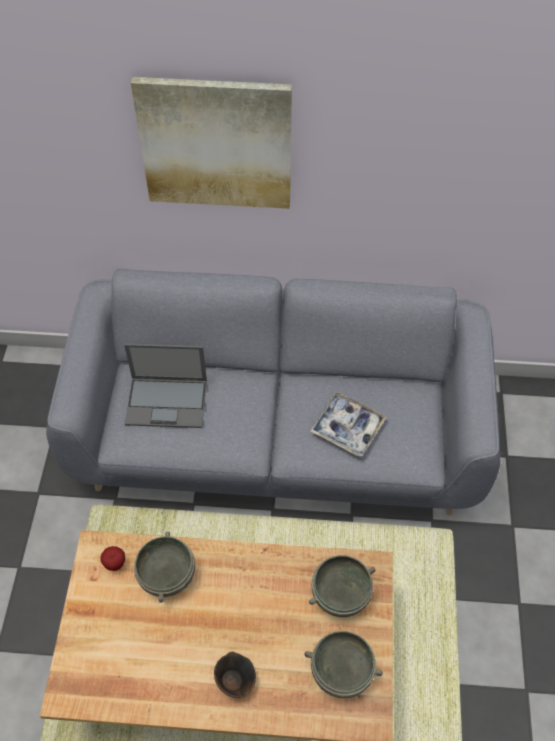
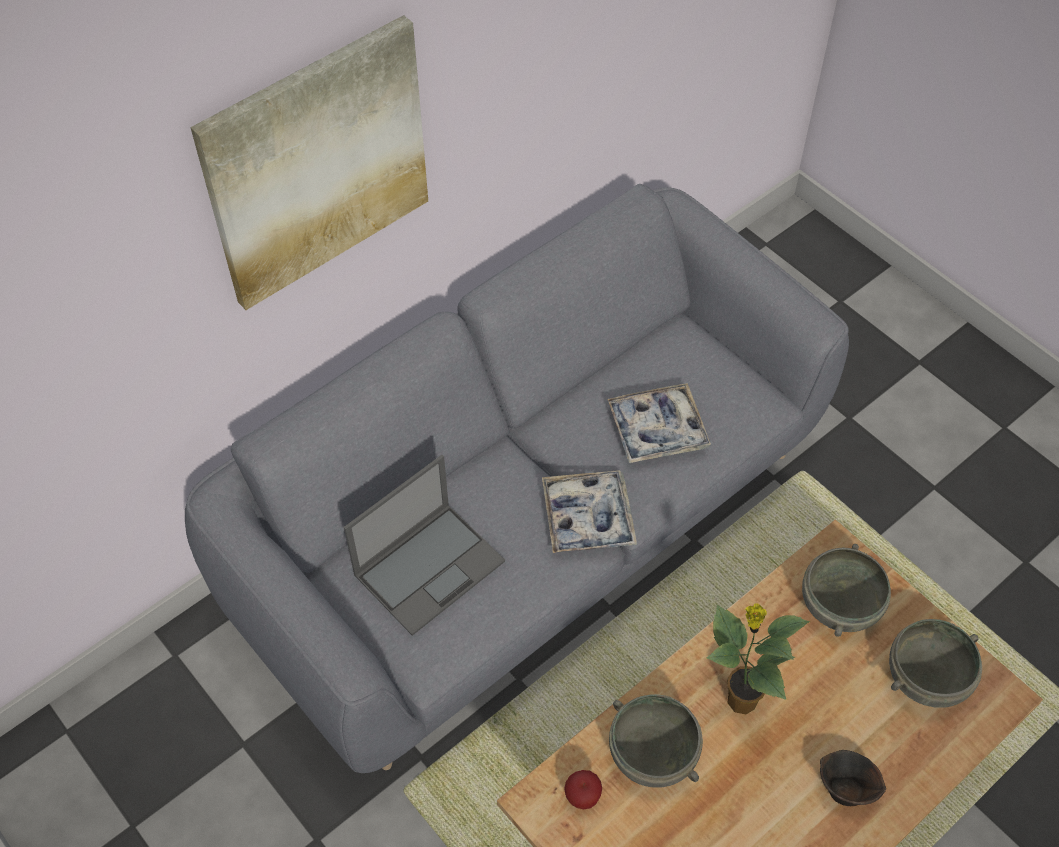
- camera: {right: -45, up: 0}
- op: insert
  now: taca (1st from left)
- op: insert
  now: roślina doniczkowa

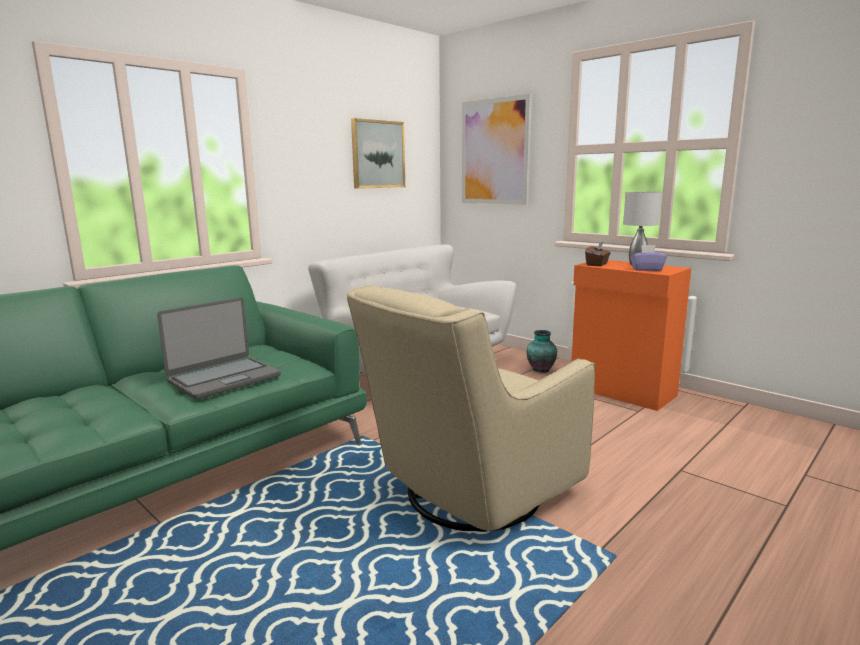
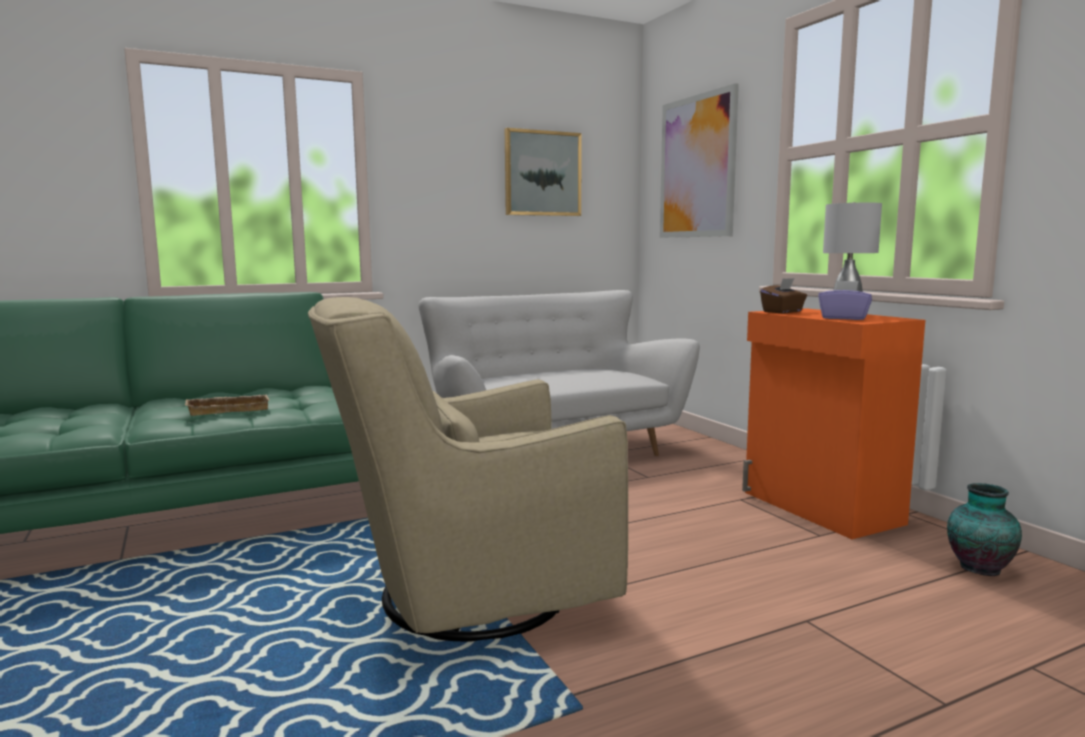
- camera: {right: 20, up: -5}
- op: replace
  was: laptop
  now: taca (beżowy)
- op: move
  was: wazon

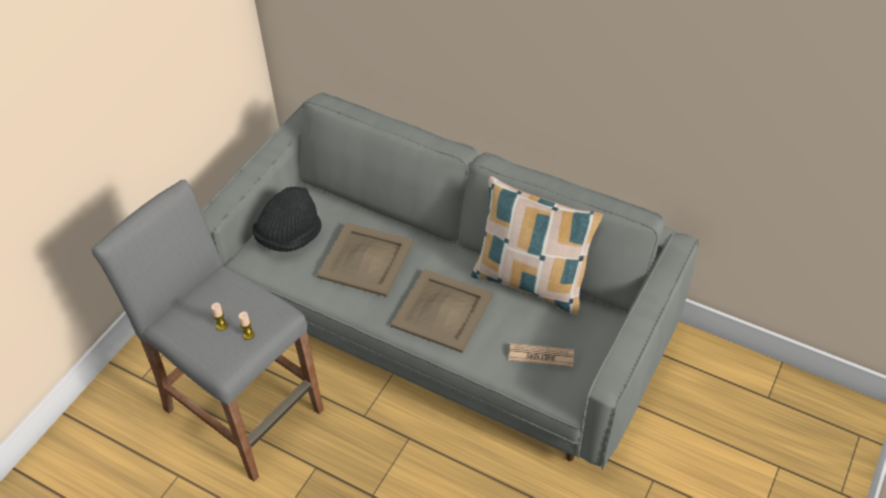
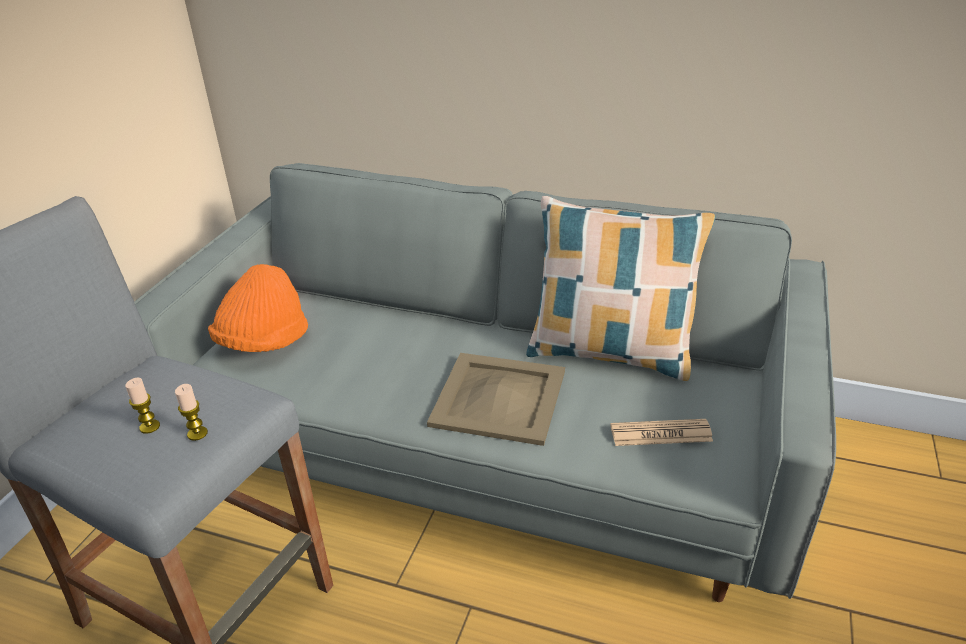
- camera: {right: -10, up: -15}
- op: recolor
  was: kapelusz (czarny)
  now: kapelusz (pomarańczowy)
- op: delete
  was: taca (beżowy) (1st from left)

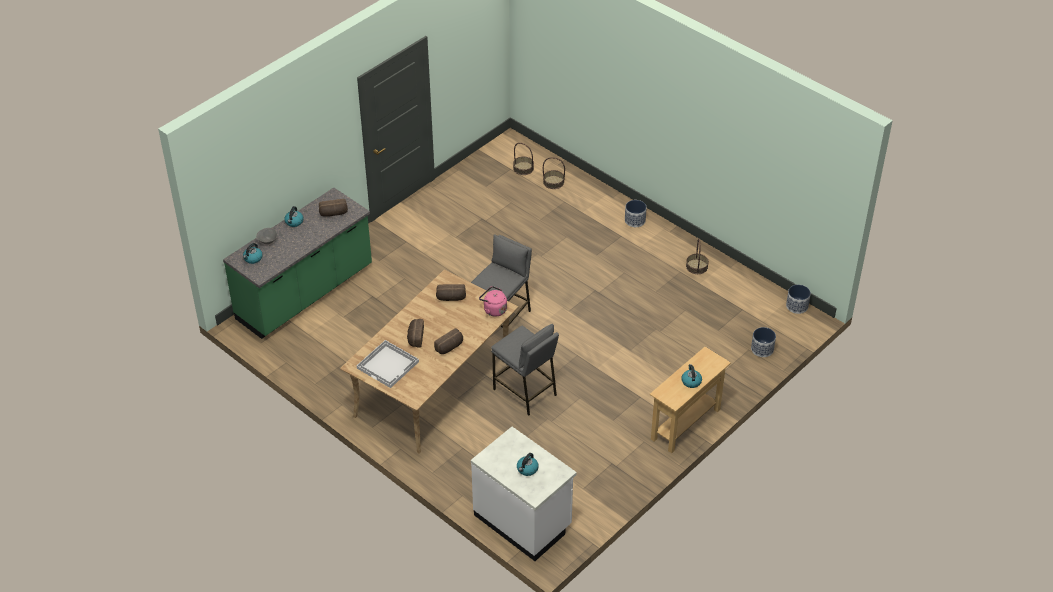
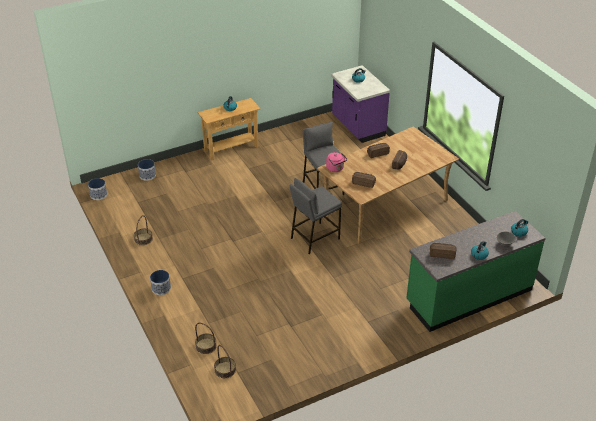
- camera: {right: -160, up: -5}
- op: recolor
  was: zabudowa kuchenna (biały)
  now: zabudowa kuchenna (fioletowy)
- op: delete
  was: taca (biały)

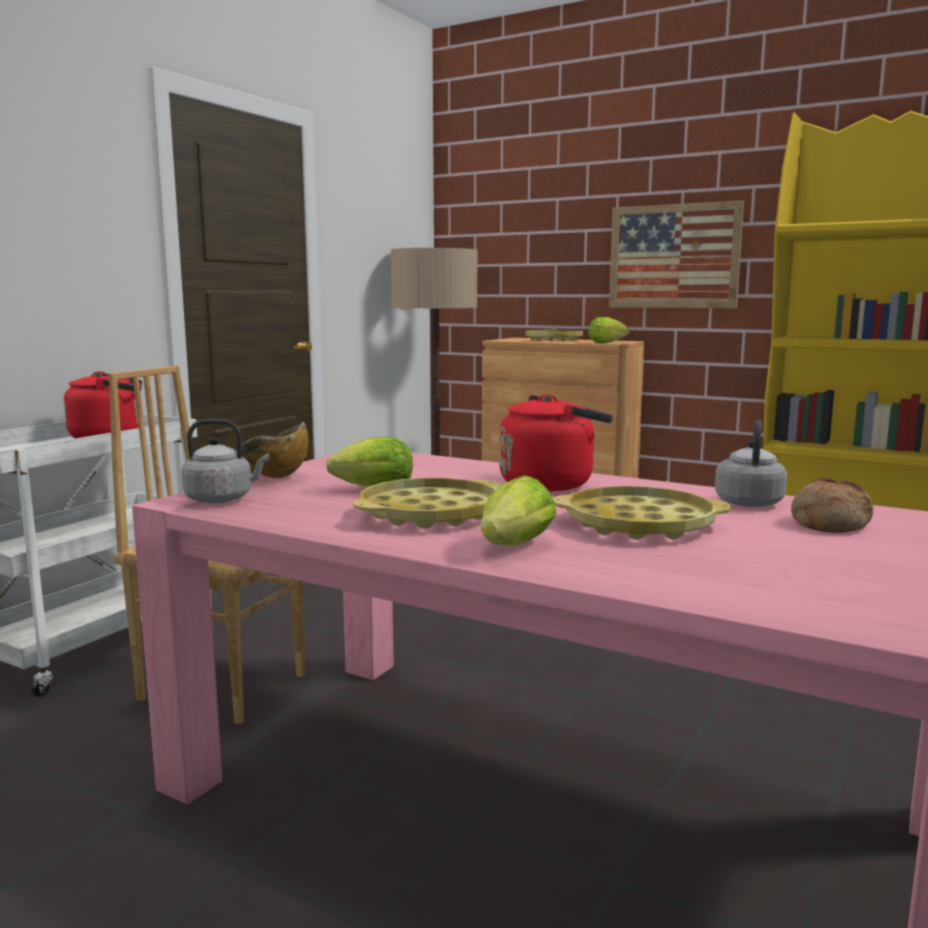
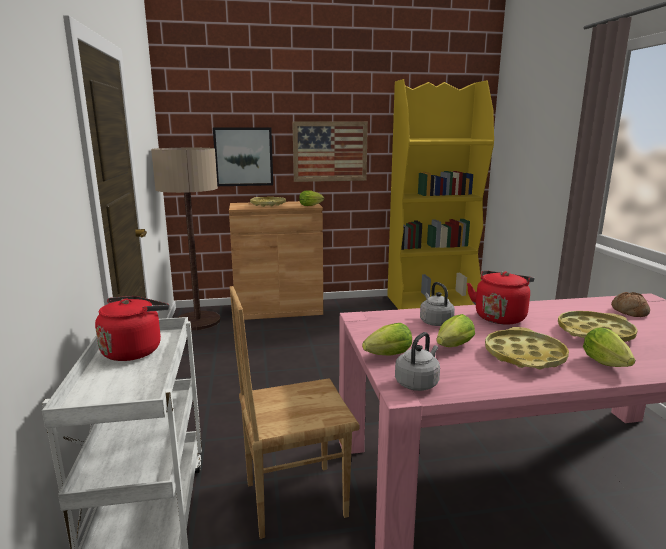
- camera: {right: -40, up: 5}
- op: insert
  now: obraz (1st from left)
- op: replace
  was: miska
  now: sałata (2nd from left)
- op: move
  was: czajnik (szary) (2nd from left)

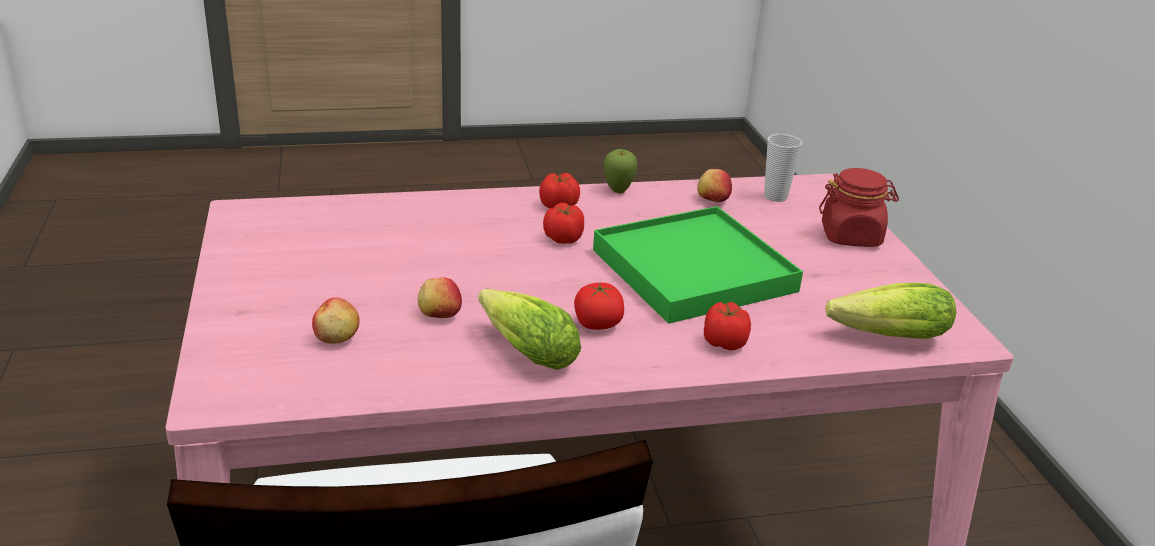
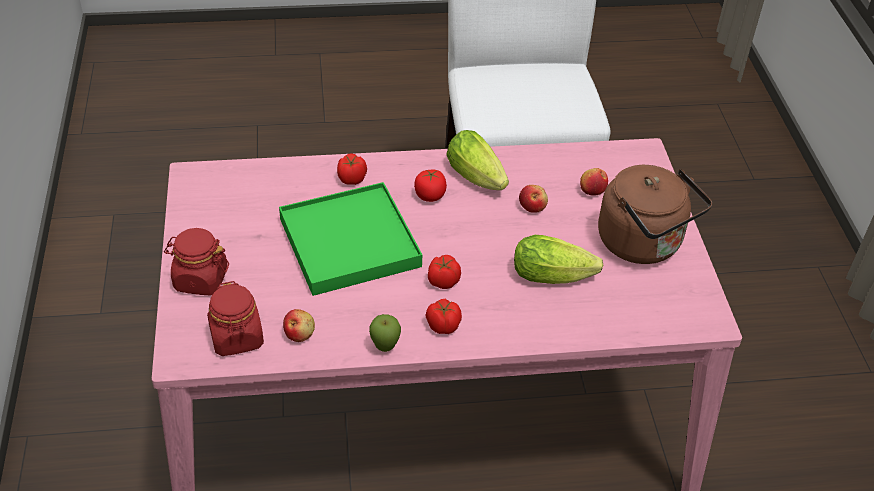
- camera: {right: -175, up: 15}
- op: replace
  was: filiżanka
  now: słoik (czerwony) (2nd from left)
- op: move
  was: sałata (2nd from left)
- op: insert
  now: czajnik (brązowy)

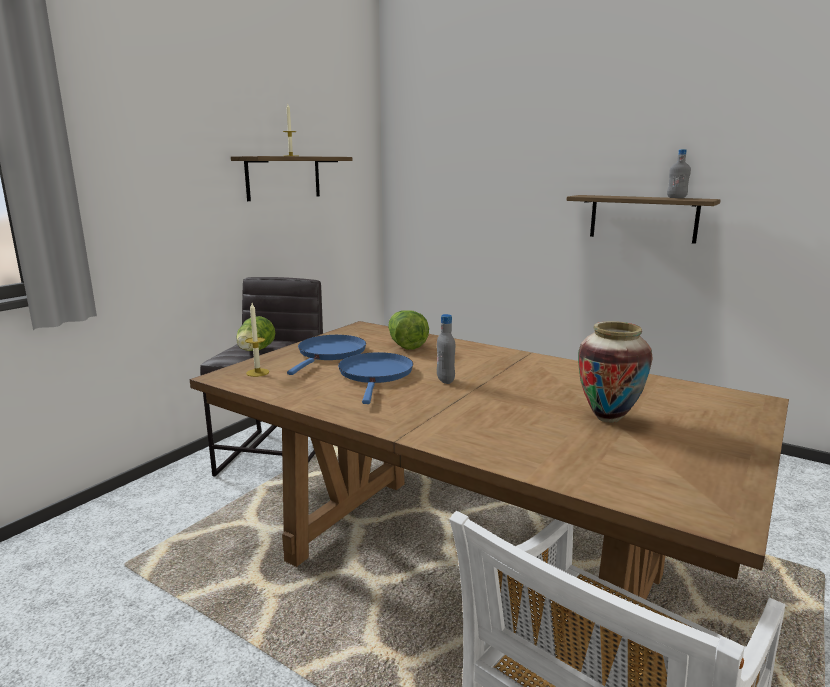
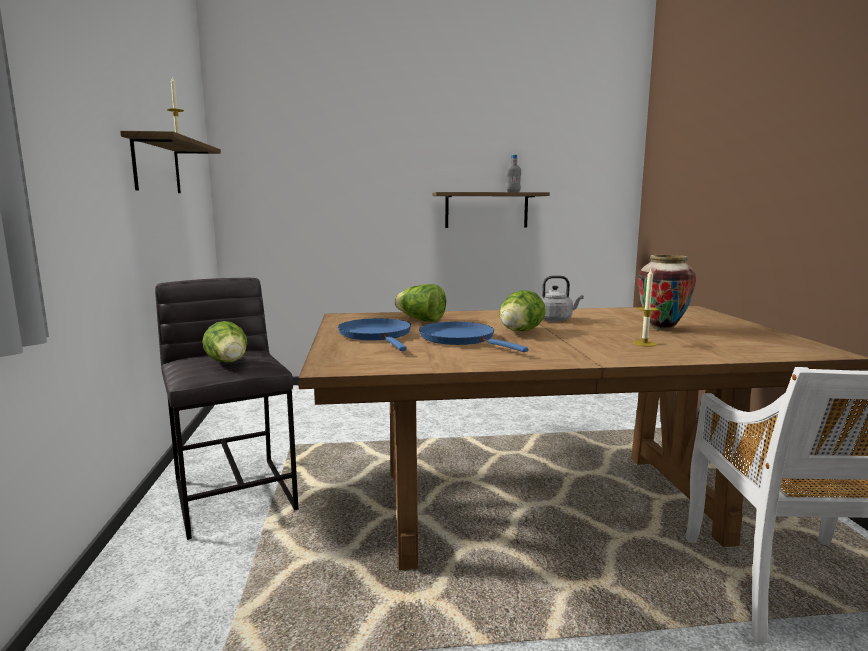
- camera: {right: -40, up: -5}
- op: replace
  was: butelka (szary) (1st from left)
  now: sałata (3rd from left)
- op: insert
  now: czajnik (szary)
- op: move
  was: świeca (1st from left in the first image)
  now: świeca (2nd from left)

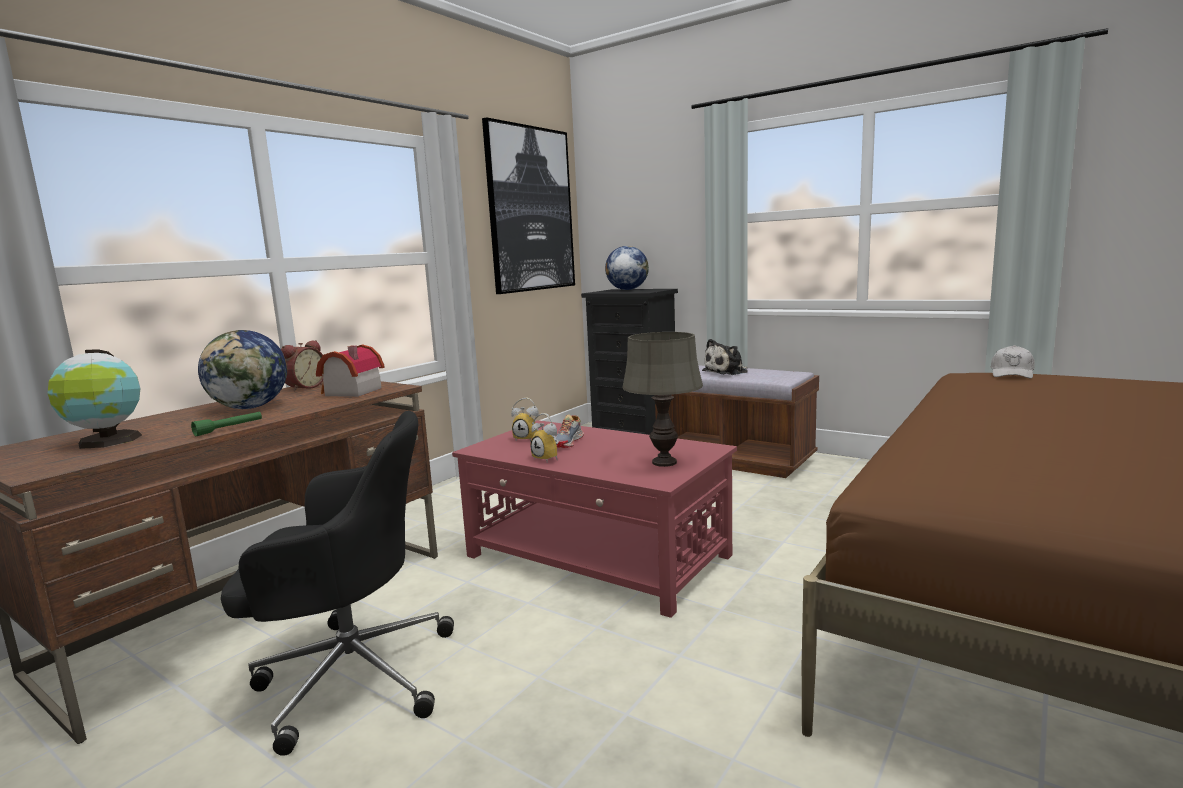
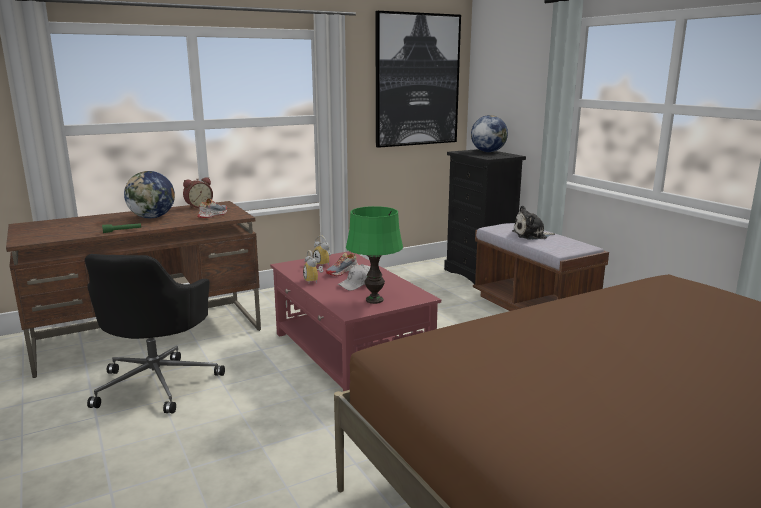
- camera: {right: 25, up: 5}
- op: rotate
  was: krzesło biurowe (czarny)
  clockwise: 75
- op: replace
  was: domek
  now: but (1st from left)
- op: move
  was: czapka z daszkiem (biały)
- op: recolor
  was: lampa stołowa (szary)
  now: lampa stołowa (zielony)
- op: delete
  was: globus (1st from left)

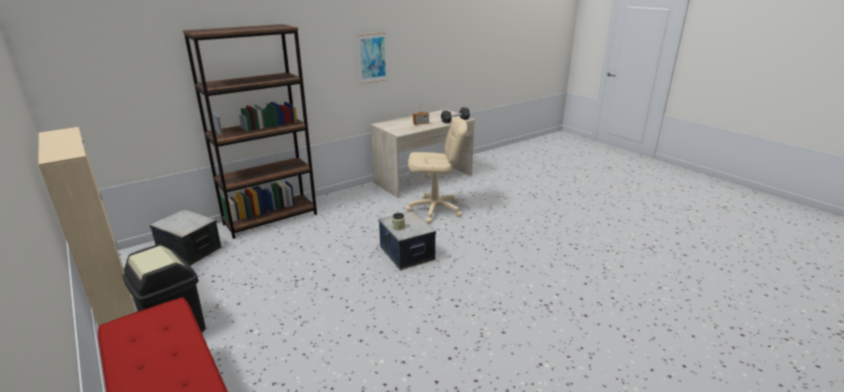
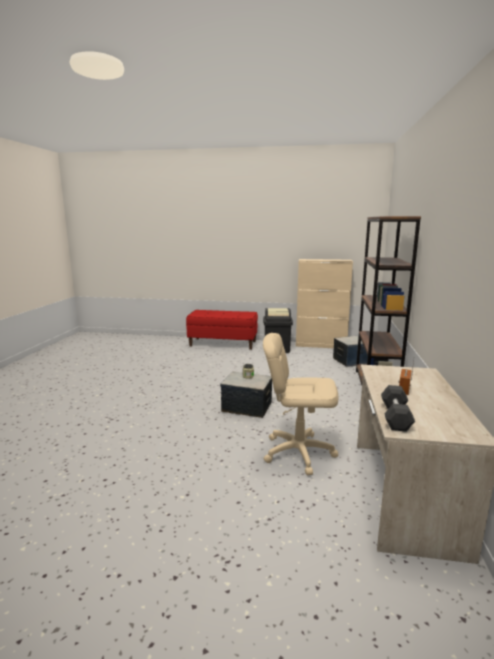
- camera: {right: 135, up: -10}
- op: rotate
  was: krzesło biurowe (beżowy)
  clockwise: 60
- op: delete
  was: obraz

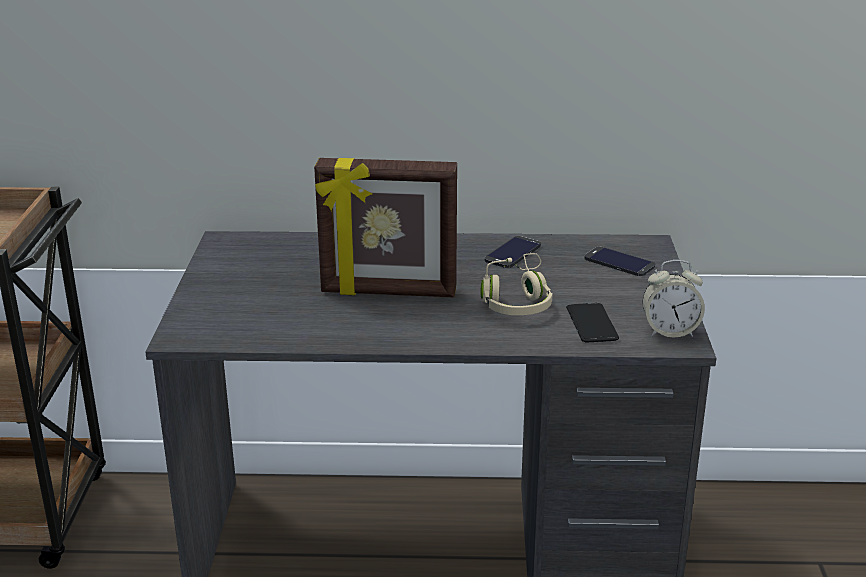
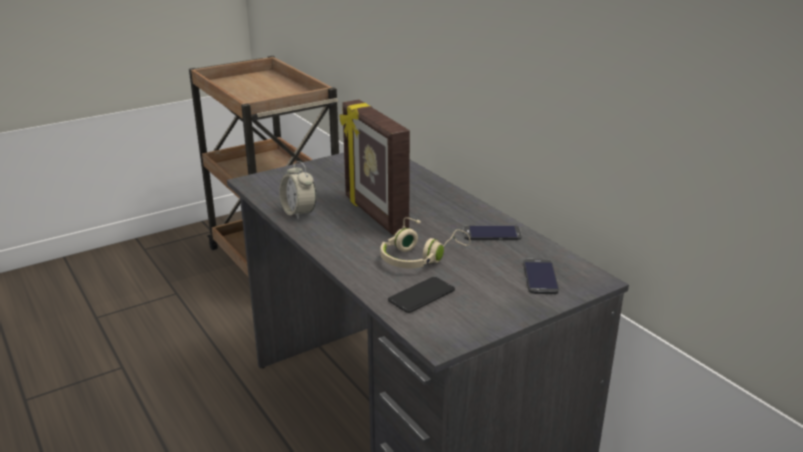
- camera: {right: 55, up: 0}
- op: move
  was: budzik

